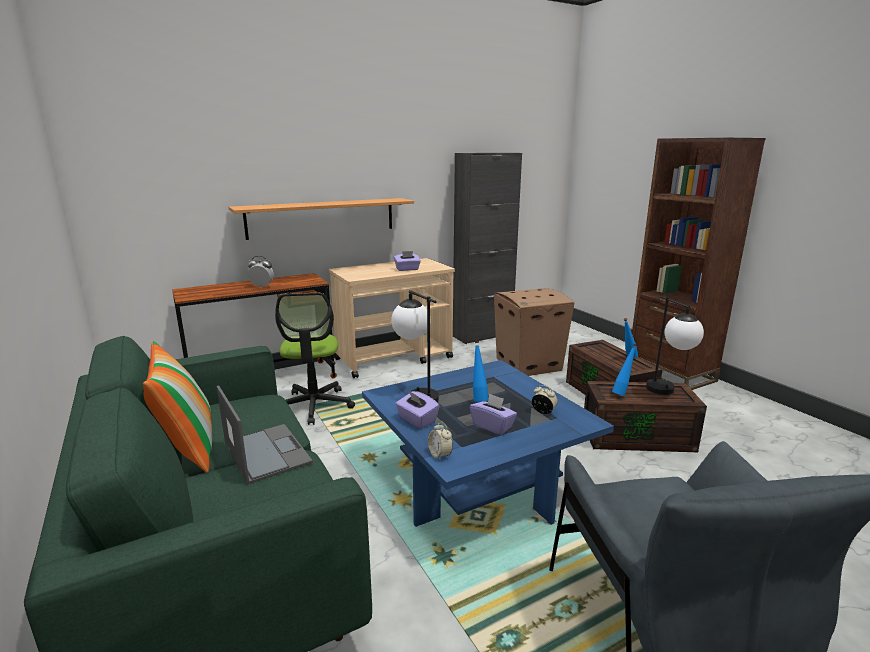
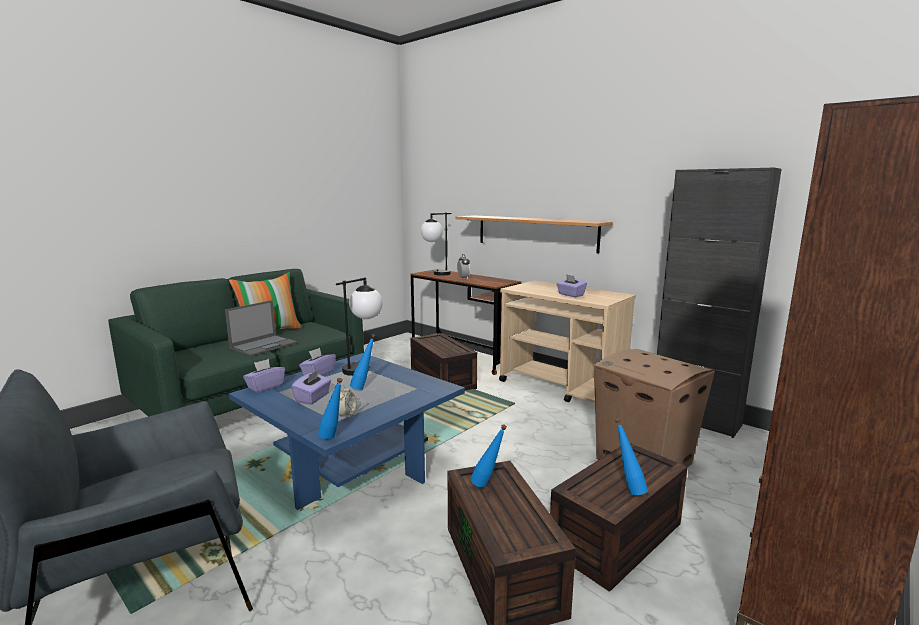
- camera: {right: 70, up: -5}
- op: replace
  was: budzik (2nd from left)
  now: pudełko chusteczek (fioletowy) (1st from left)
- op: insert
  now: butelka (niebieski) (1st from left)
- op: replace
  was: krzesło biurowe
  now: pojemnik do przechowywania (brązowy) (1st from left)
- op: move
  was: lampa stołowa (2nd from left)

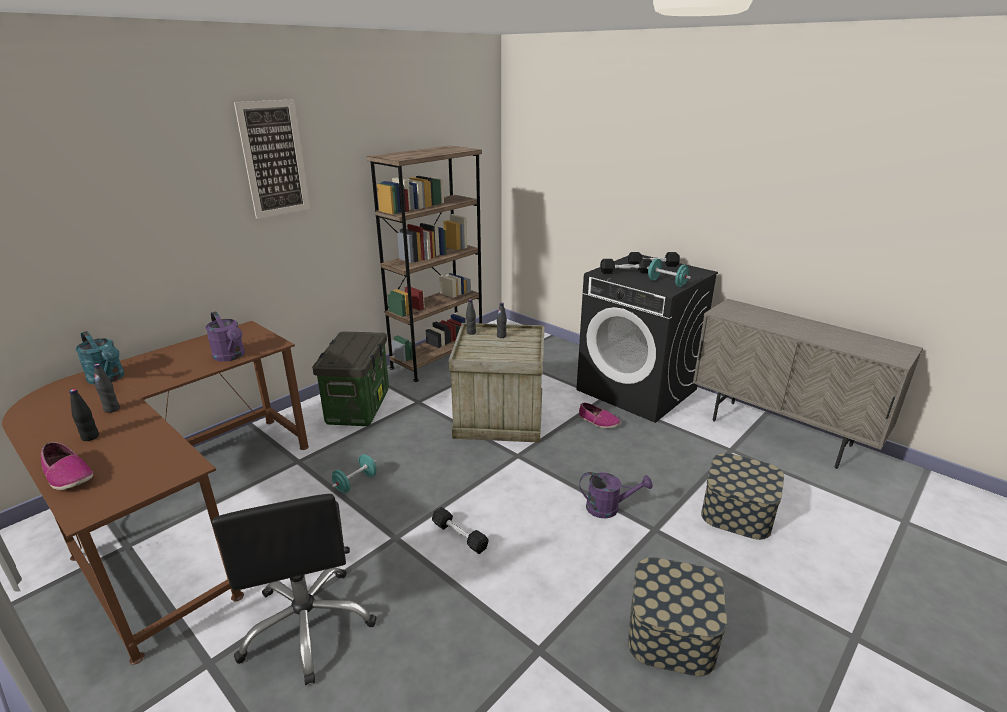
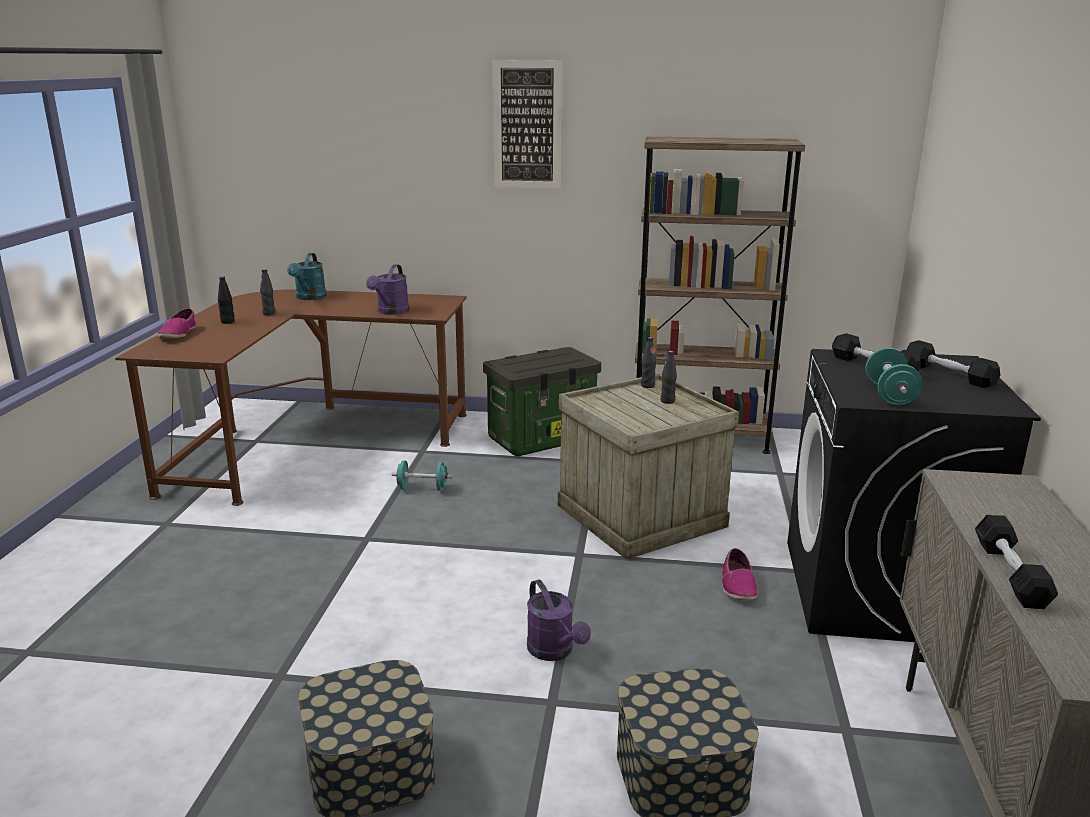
- camera: {right: 55, up: -5}
- op: move
  was: hantel (czarny) (1st from left in the first image)
  now: hantel (czarny) (3rd from left)
- op: delete
  was: krzesło biurowe (czarny)

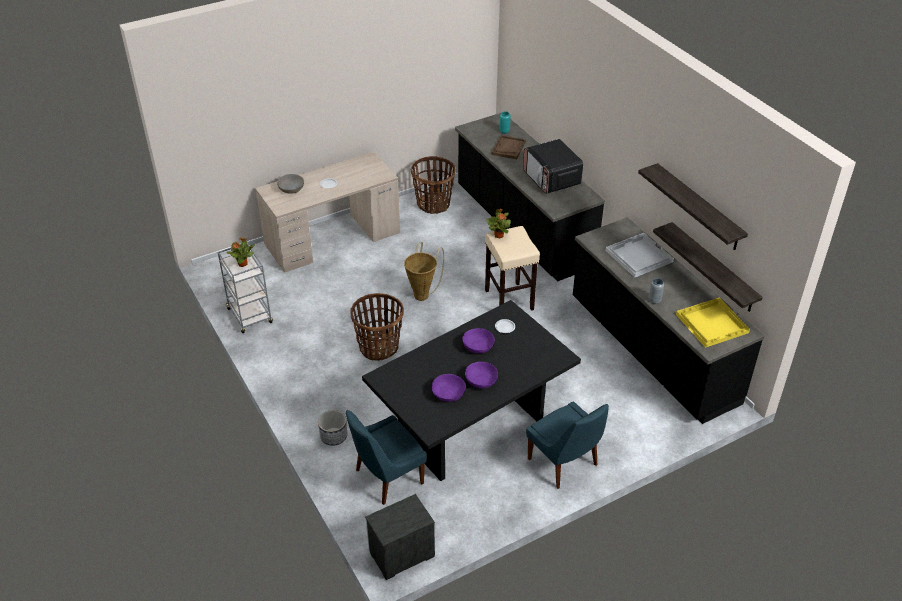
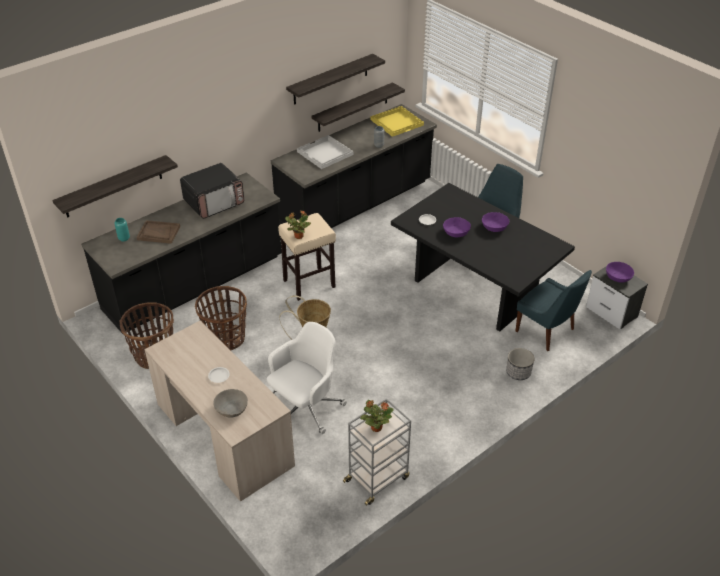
- camera: {right: -100, up: 0}
- op: insert
  now: półka (1st from left)
- op: move
  was: koszyk (1st from left in the first image)
  now: koszyk (2nd from left)
- op: insert
  now: krzesło biurowe (biały)
- op: move
  was: miska (fioletowy) (1st from left in the first image)
  now: miska (fioletowy) (3rd from left)

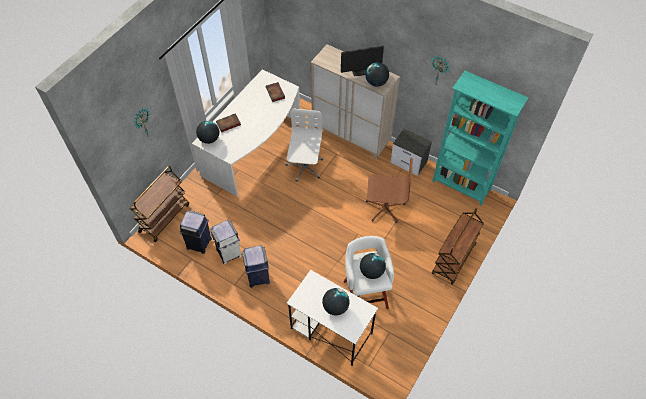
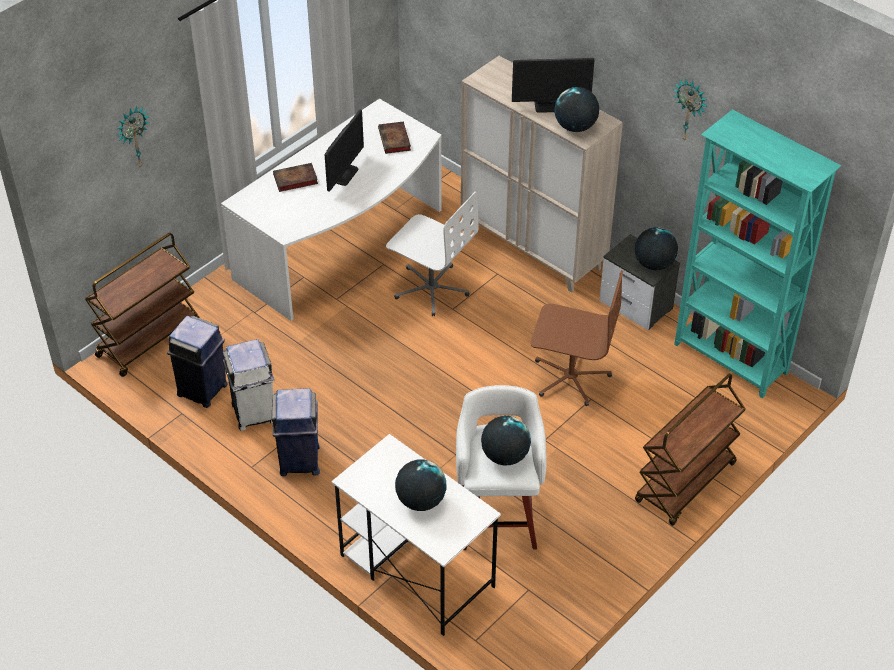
- camera: {right: 10, up: -10}
- op: insert
  now: monitor (1st from left)
- op: rotate
  was: krzesło biurowe (biały)
  clockwise: 105
- op: move
  was: globus (1st from left in the first image)
  now: globus (4th from left)

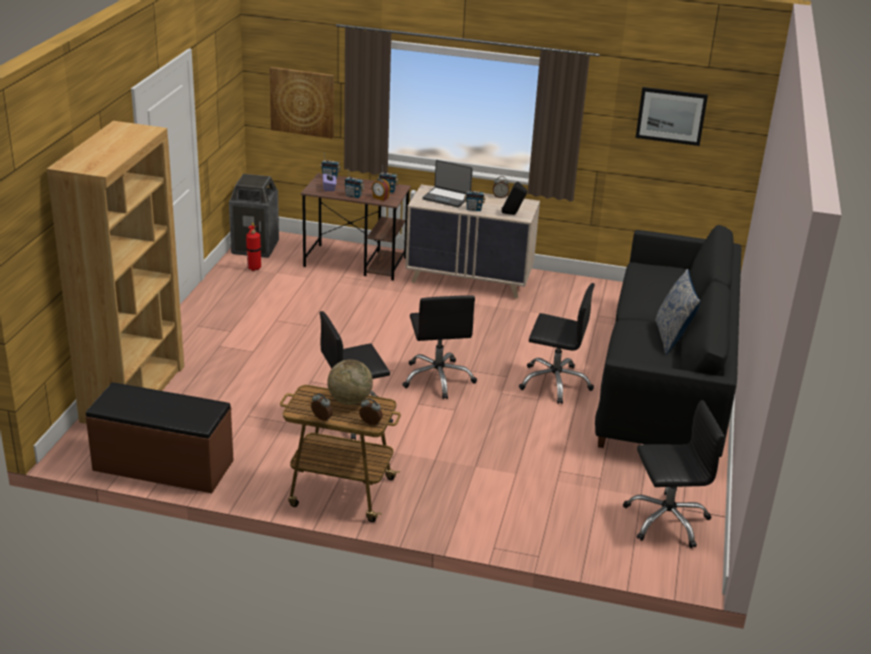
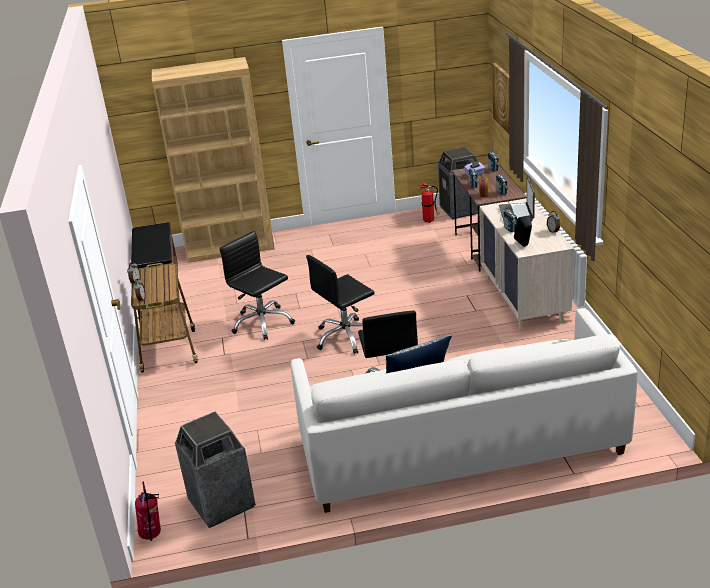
- camera: {right: 70, up: 0}
- op: insert
  now: gaśnica (1st from left)
- op: replace
  was: krzesło biurowe (czarny) (4th from left)
  now: kosz na śmieci (1st from left)
- op: recolor
  was: kanapa (czarny)
  now: kanapa (biały)
- op: delete
  was: globus
- op: delete
  was: obraz (2nd from left)

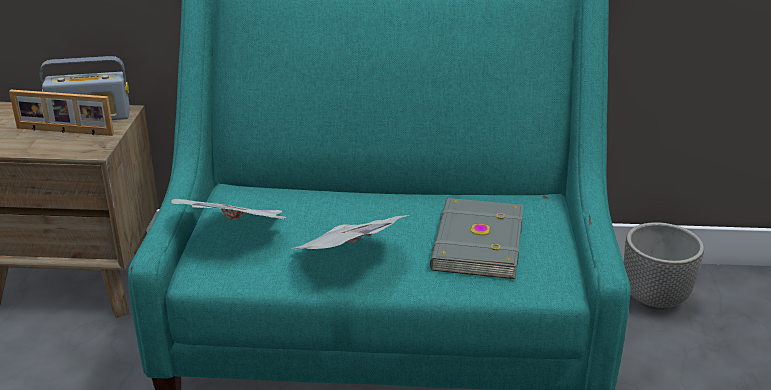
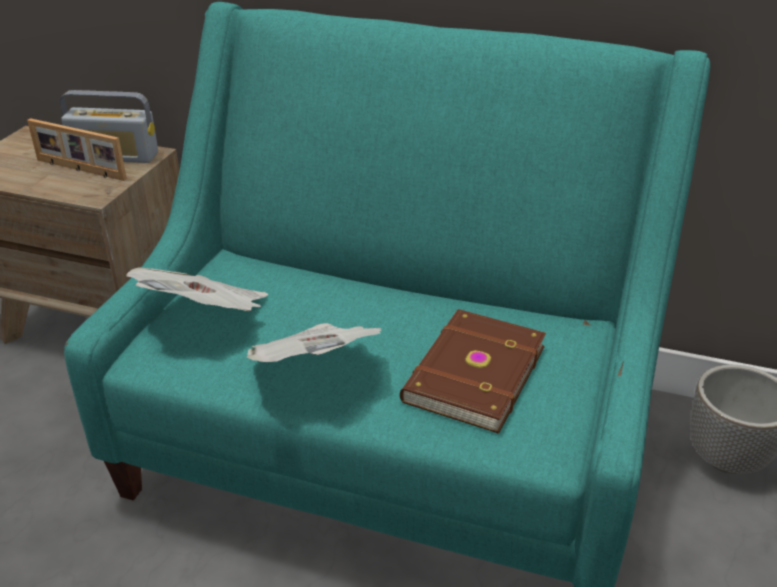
- camera: {right: 15, up: 5}
- op: recolor
  was: książka (szary)
  now: książka (brązowy)

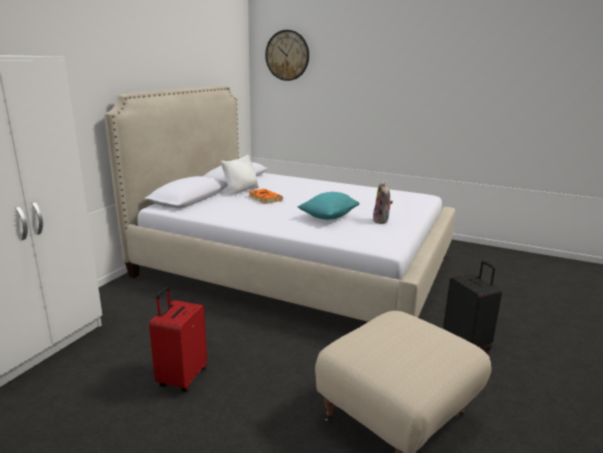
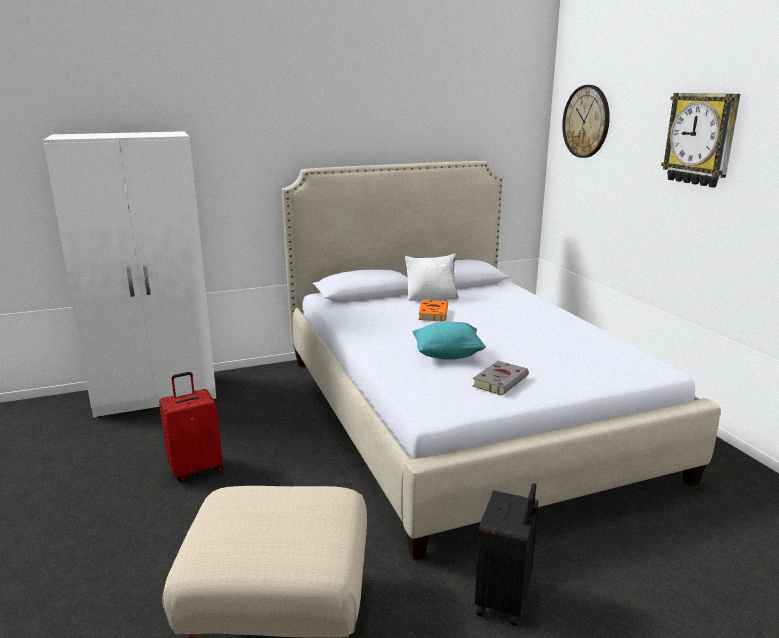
- camera: {right: 45, up: 0}
- op: replace
  was: pluszak
  now: książka (szary)
- op: insert
  now: zegar ścienny (2nd from left)

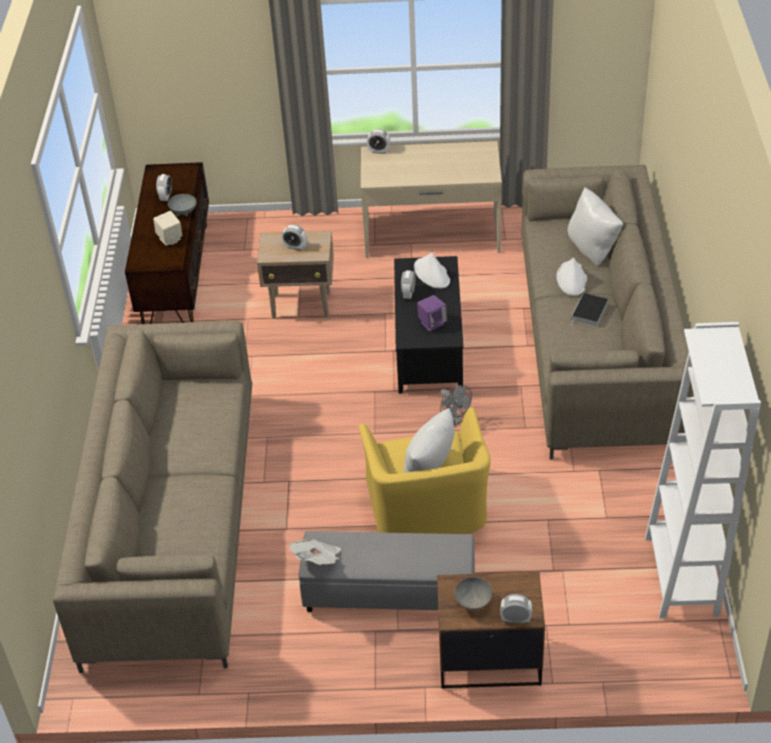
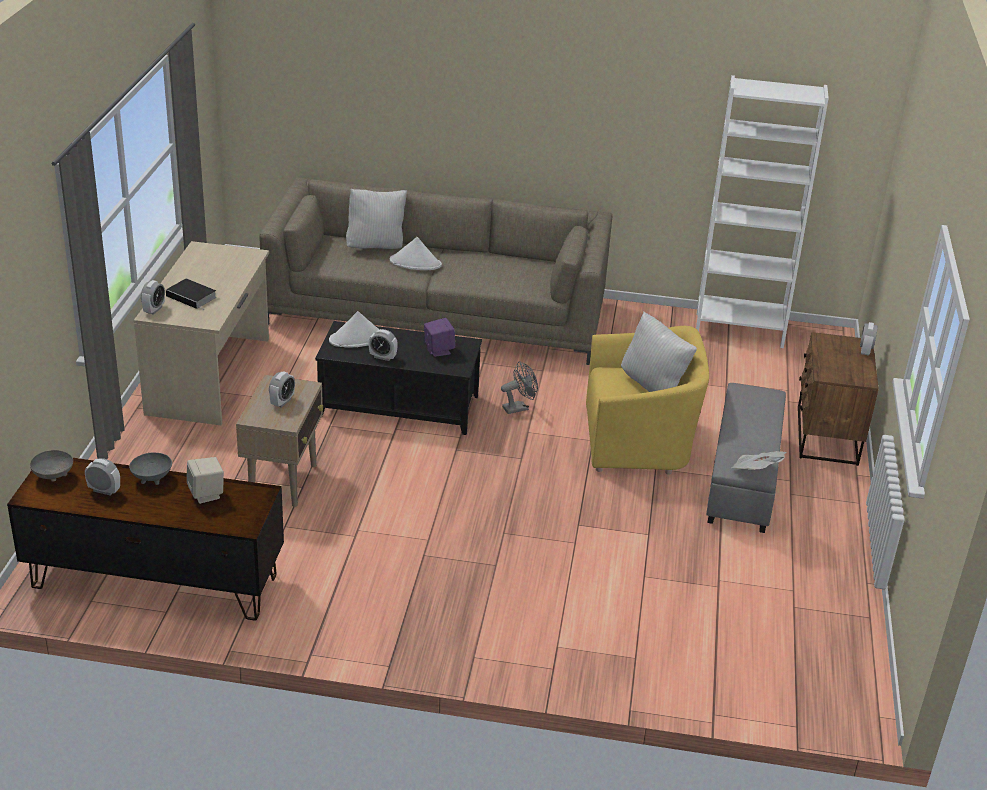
- camera: {right: -85, up: -10}
- op: move
  was: miska (szary) (2nd from left in the first image)
  now: miska (szary) (1st from left)
- op: move
  was: książka
- op: delete
  was: kanapa (beżowy) (1st from left)

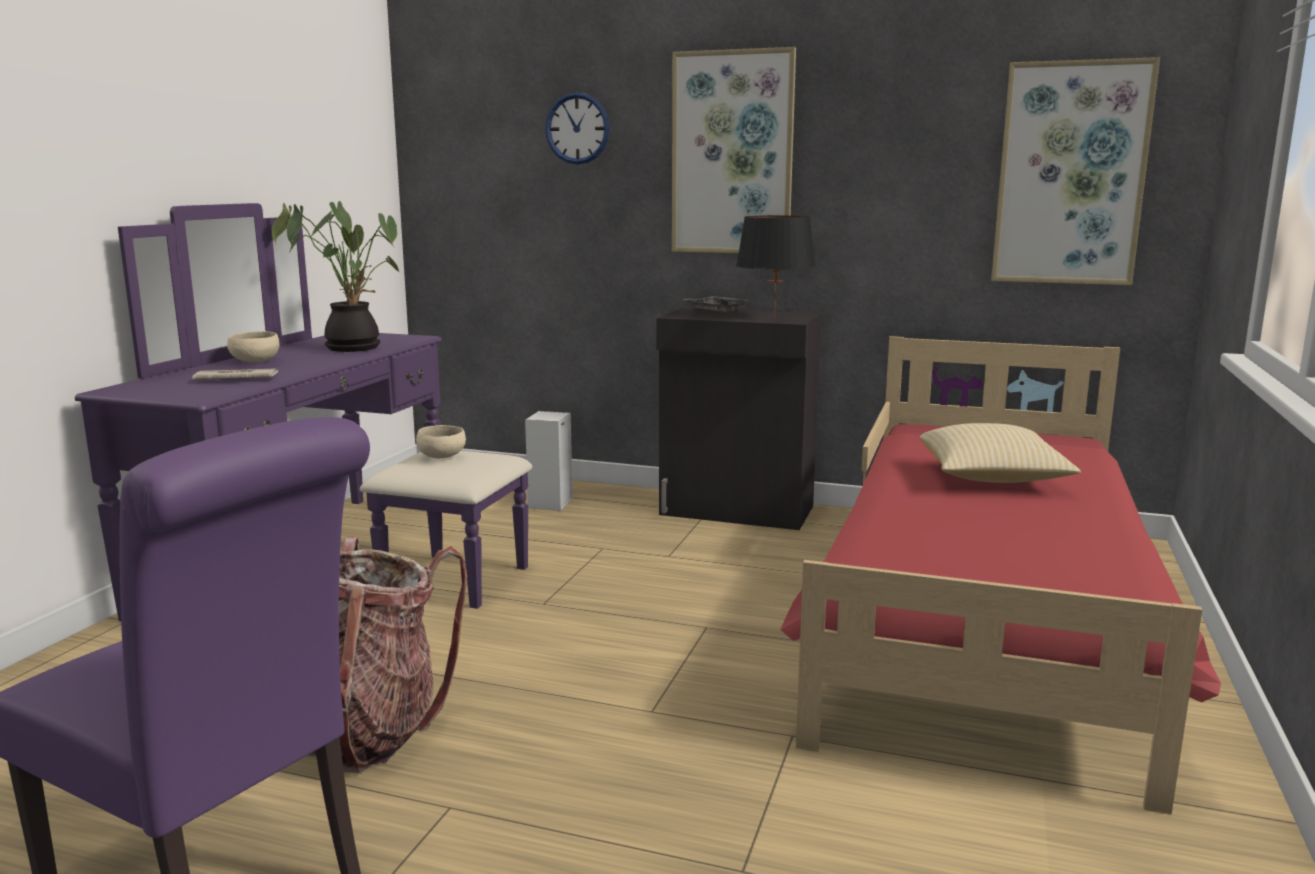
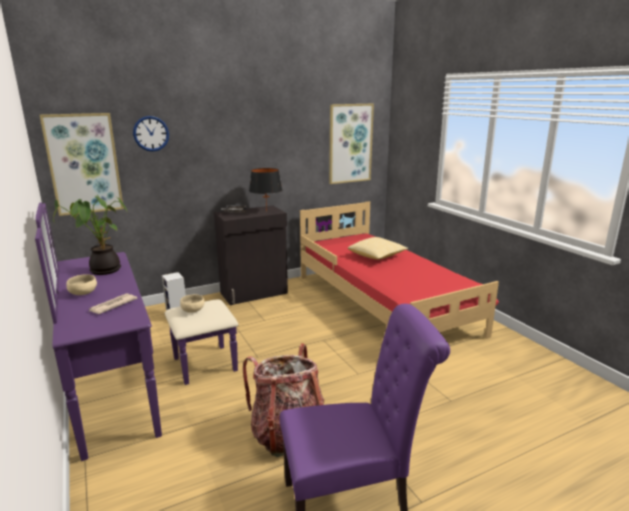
- camera: {right: -45, up: 5}
- op: move
  was: obraz (1st from left)

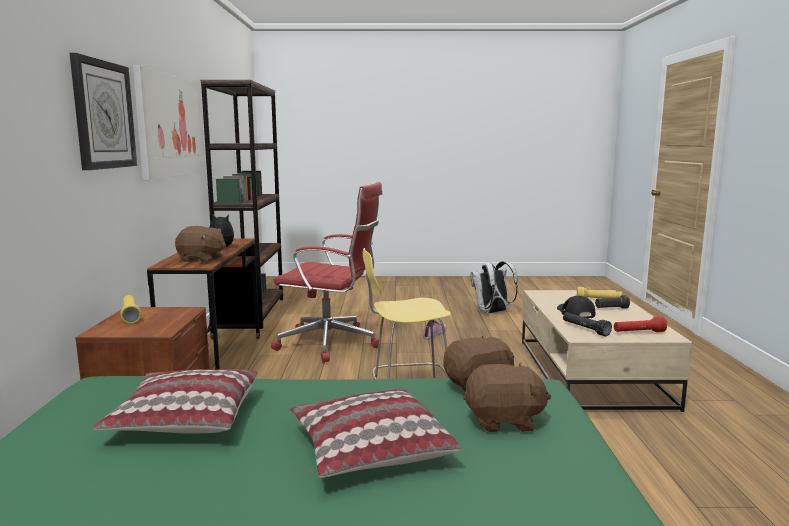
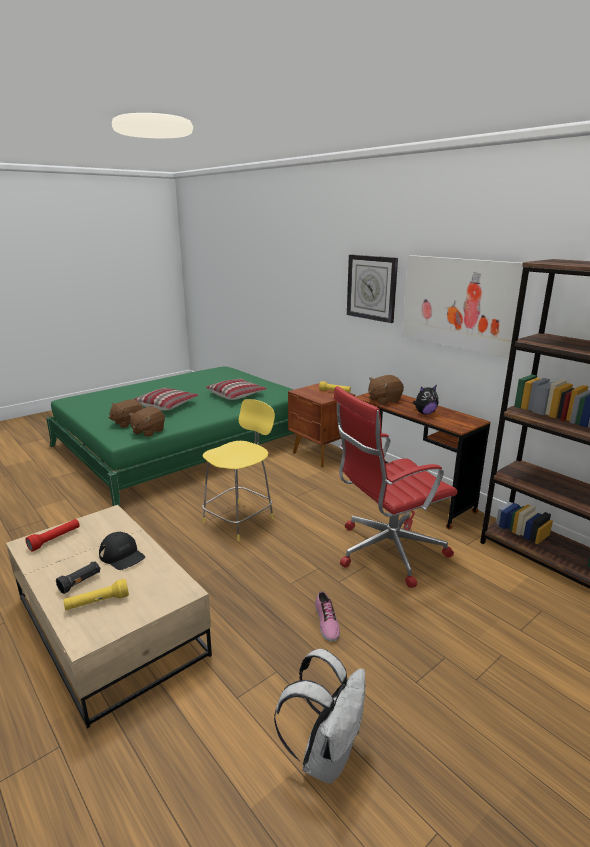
- camera: {right: 140, up: 10}
- op: delete
  was: latarka (czarny) (1st from left)

